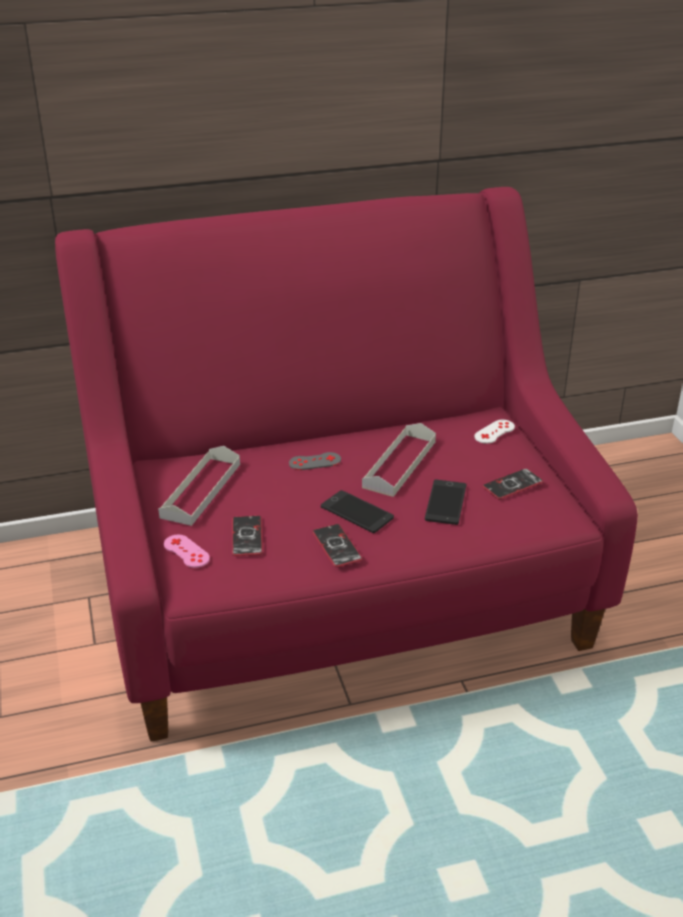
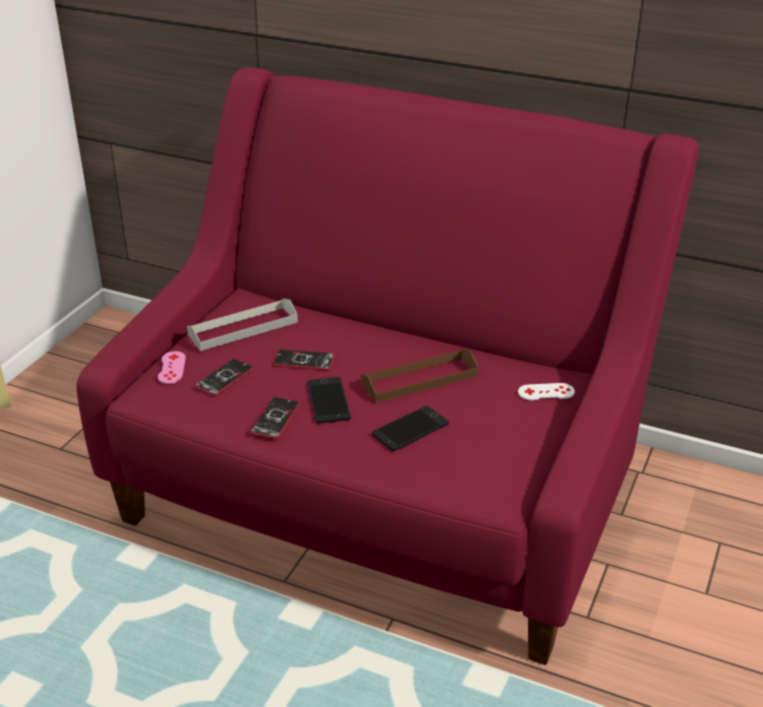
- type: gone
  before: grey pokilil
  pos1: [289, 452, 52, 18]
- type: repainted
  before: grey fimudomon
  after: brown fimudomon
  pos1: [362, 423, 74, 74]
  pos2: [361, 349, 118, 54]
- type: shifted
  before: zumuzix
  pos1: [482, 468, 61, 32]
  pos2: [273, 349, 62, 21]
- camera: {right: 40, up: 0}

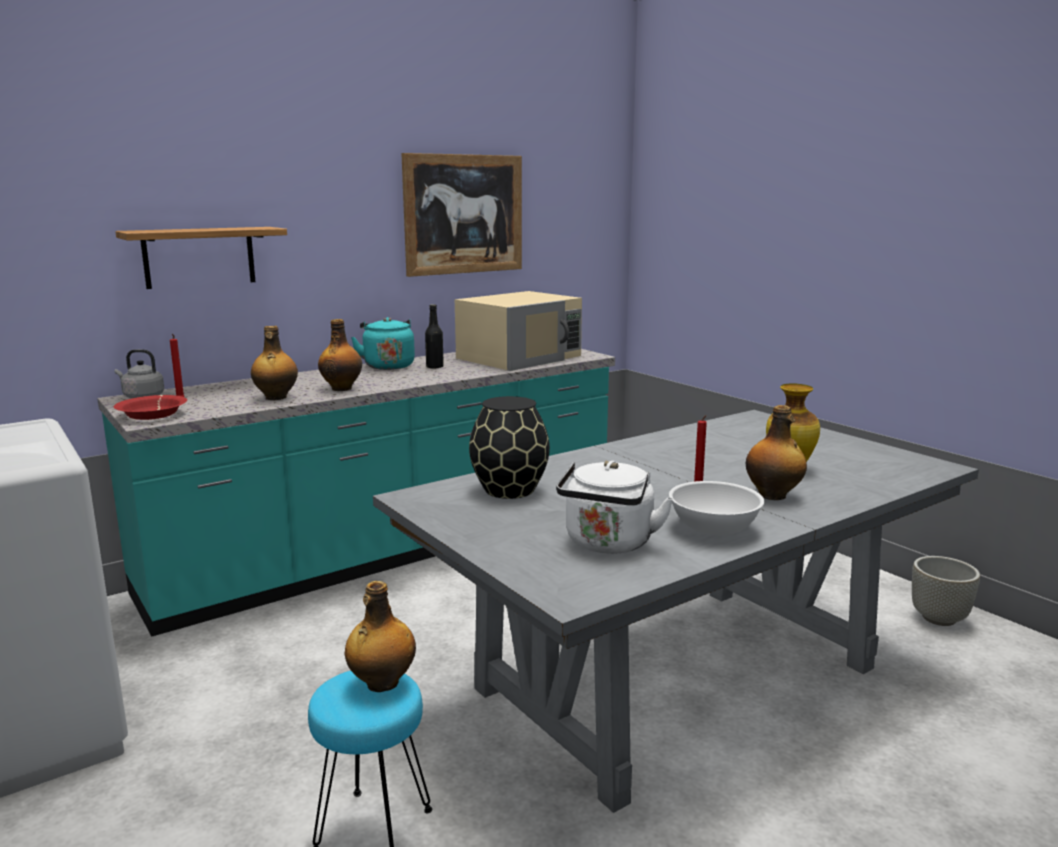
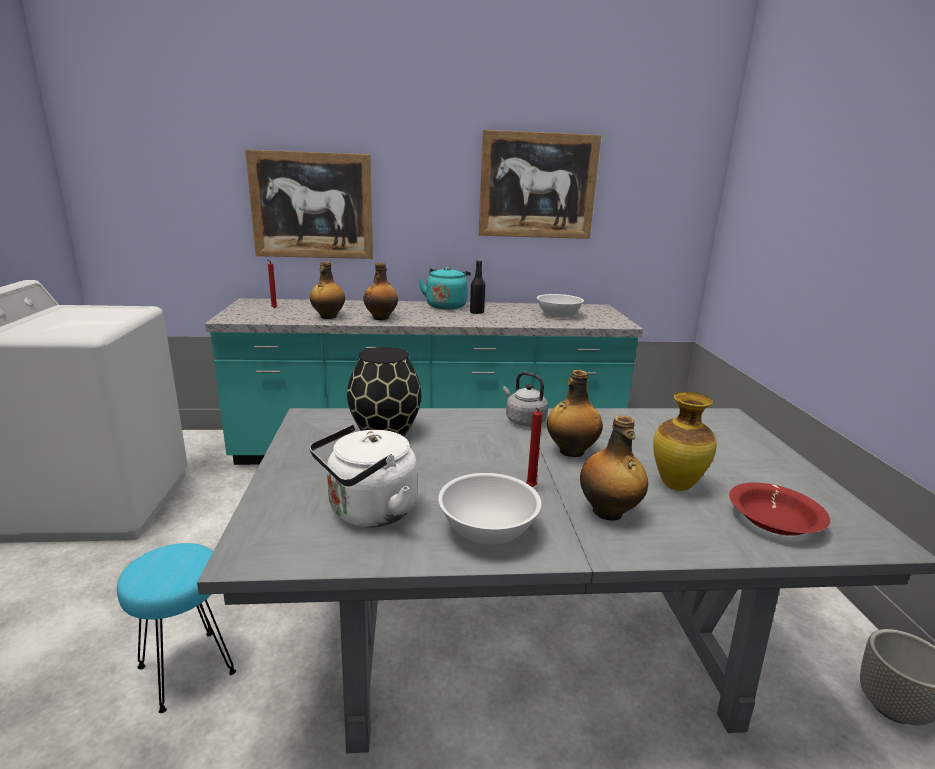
- type: shifted
  before: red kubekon
  pos1: [114, 395, 73, 25]
  pos2: [729, 482, 101, 54]
- type: swapped
  before: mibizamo
  after: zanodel
  pos1: [115, 227, 172, 62]
  pos2: [245, 149, 128, 110]
- type: shifted
  before: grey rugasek
  pos1: [115, 349, 49, 49]
  pos2: [503, 372, 45, 54]
- type: shifted
  before: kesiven
  pos1: [344, 581, 72, 111]
  pos2: [547, 370, 56, 87]
- type: swapped
  before: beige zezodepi
  after: white kubekon
  pos1: [455, 291, 127, 80]
  pos2: [537, 294, 47, 24]
- camera: {right: 30, up: 5}

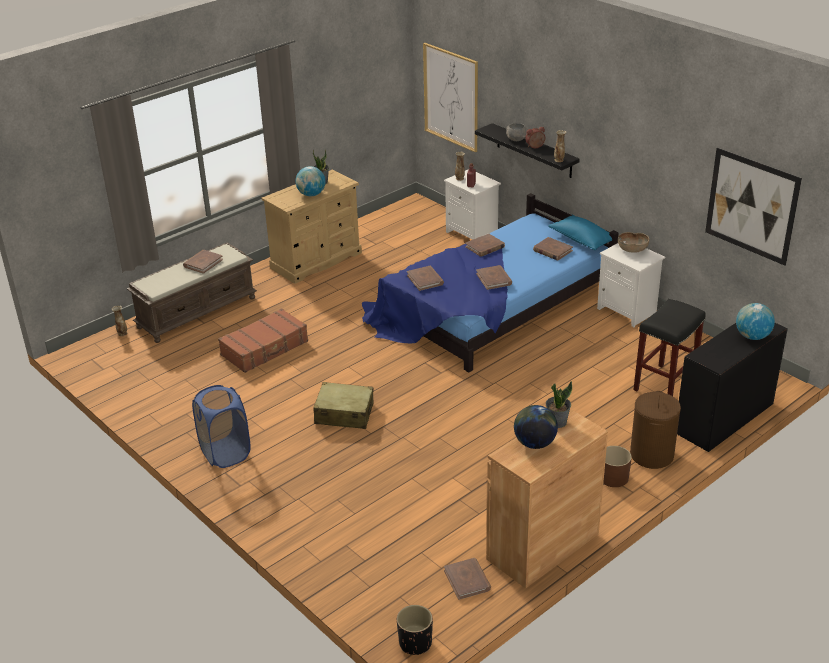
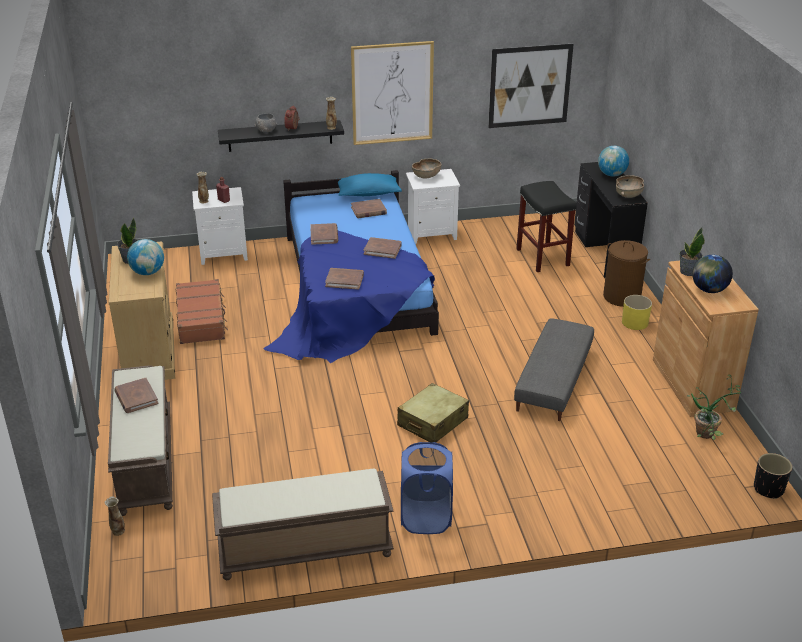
- type: shifted
  before: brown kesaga
  pos1: [218, 308, 90, 65]
  pos2: [176, 279, 52, 65]
- type: shifted
  before: zanodel
  pos1: [423, 43, 55, 109]
  pos2: [351, 41, 83, 104]
- type: swapped
  before: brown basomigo
  after: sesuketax
  pos1: [444, 558, 47, 42]
  pos2: [687, 374, 54, 66]
- type: repainted
  before: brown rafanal
  after: yellow rafanal
  pos1: [603, 446, 29, 41]
  pos2: [622, 295, 30, 35]
- type: new
  after: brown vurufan
  pos2: [212, 469, 182, 111]
- type: new
  after: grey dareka
  pos2: [514, 319, 80, 102]
- type: new
  after: brown kubekon
  pos2: [616, 175, 28, 23]
- camera: {right: -60, up: 0}

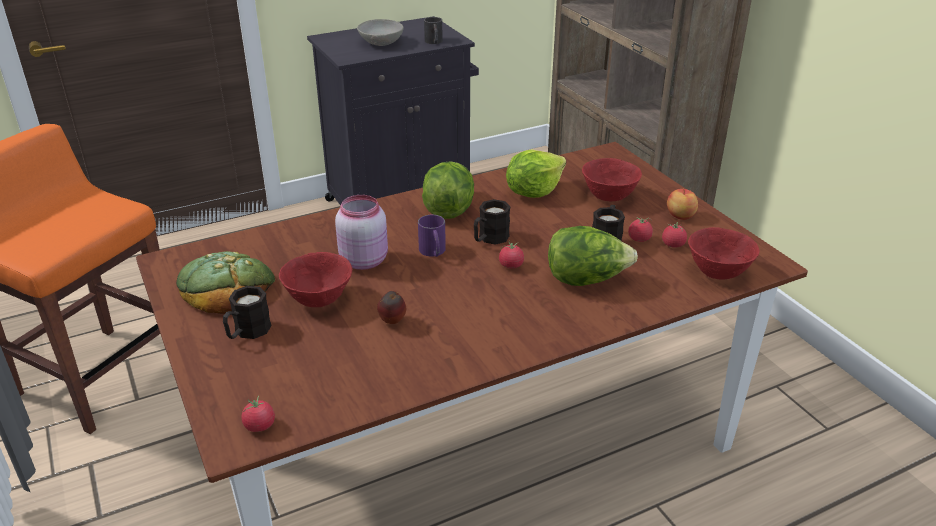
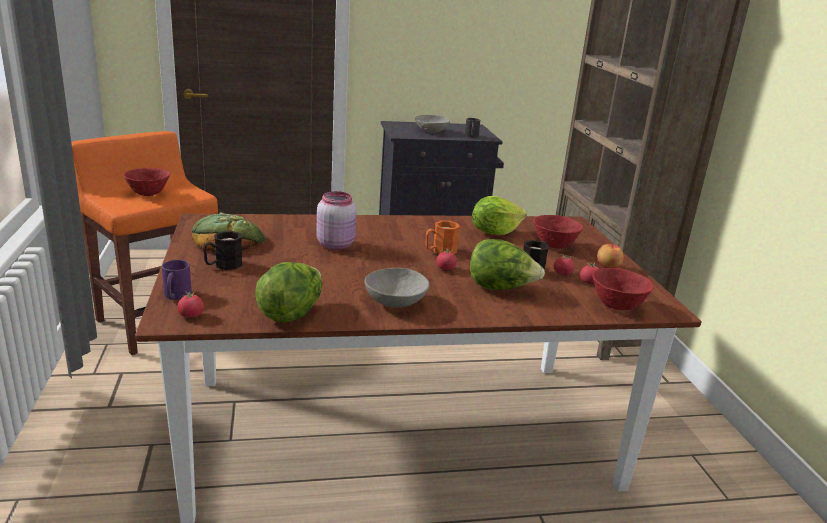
- type: shifted
  before: red kubekon
  pos1: [279, 252, 73, 55]
  pos2: [124, 168, 46, 28]
- type: gone
  before: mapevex
  pos1: [377, 291, 29, 33]
- type: shifted
  before: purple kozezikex
  pos1: [418, 215, 28, 42]
  pos2: [162, 260, 30, 40]
- type: shifted
  before: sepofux
  pos1: [422, 161, 52, 58]
  pos2: [255, 262, 67, 61]
- type: repainted
  before: black kozezikex
  after: orange kozezikex
  pos1: [474, 199, 36, 46]
  pos2: [426, 221, 34, 33]
- type: new
  after: grey kubekon
  pos2: [365, 268, 64, 40]
- camera: {right: 15, up: -10}

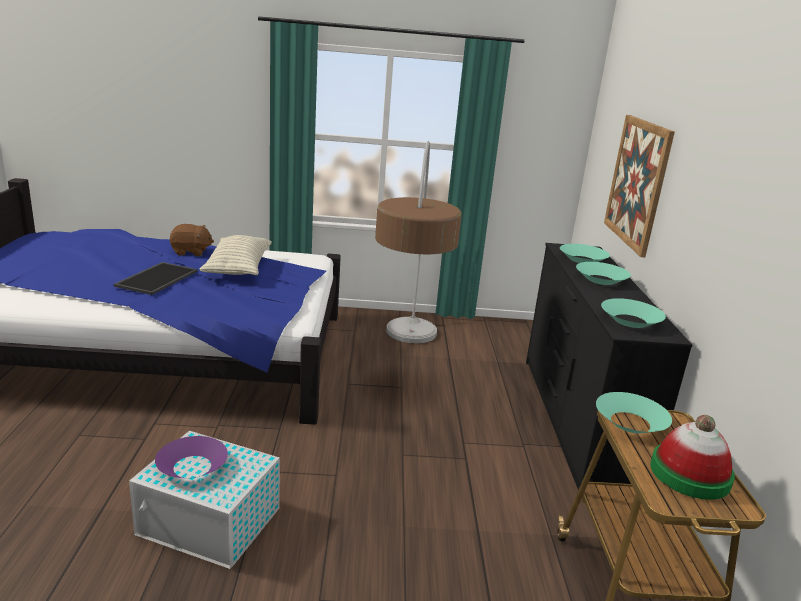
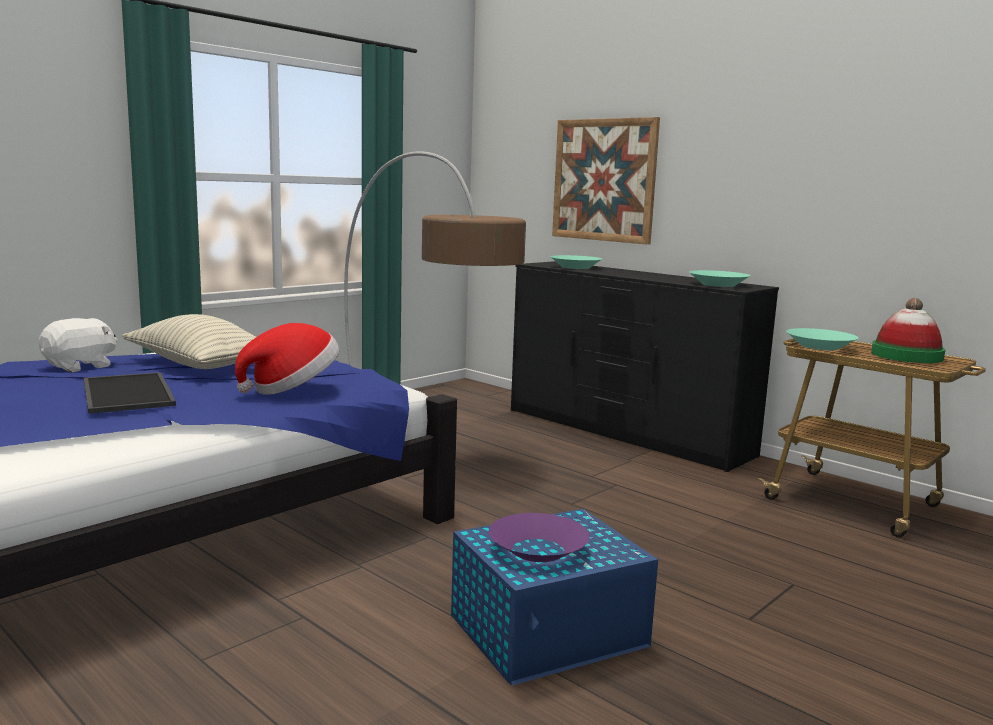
- type: repainted
  before: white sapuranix
  after: blue sapuranix
  pos1: [129, 431, 151, 138]
  pos2: [451, 509, 207, 177]
- type: repainted
  before: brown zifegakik
  after: white zifegakik
  pos1: [170, 224, 44, 32]
  pos2: [39, 318, 79, 54]
- type: gone
  before: turquoise kubekon
  pos1: [576, 262, 55, 23]
- type: new
  after: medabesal
  pos2: [235, 323, 104, 72]
- camera: {right: -45, up: -10}

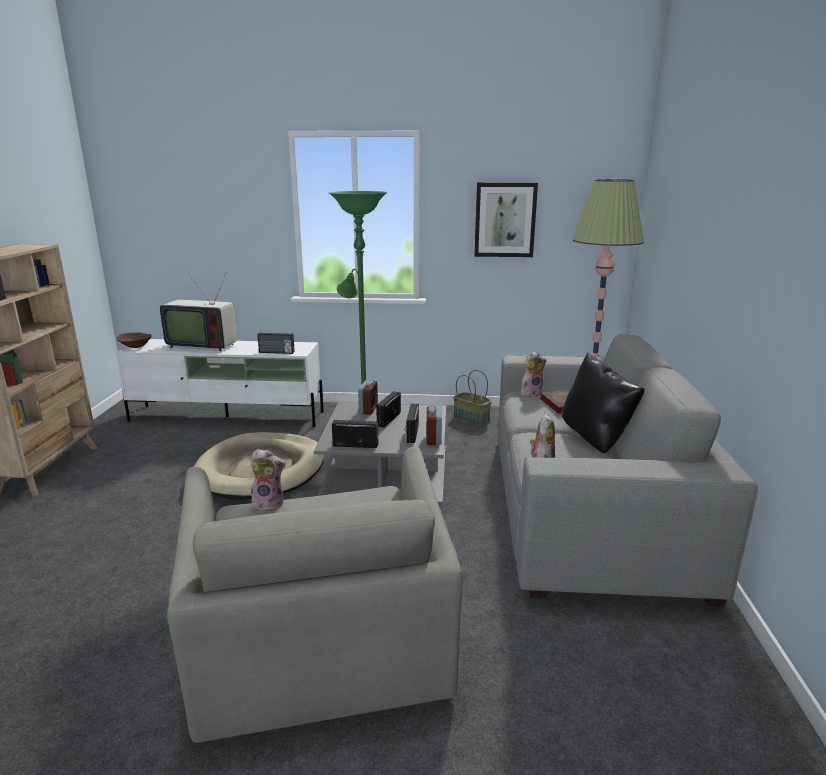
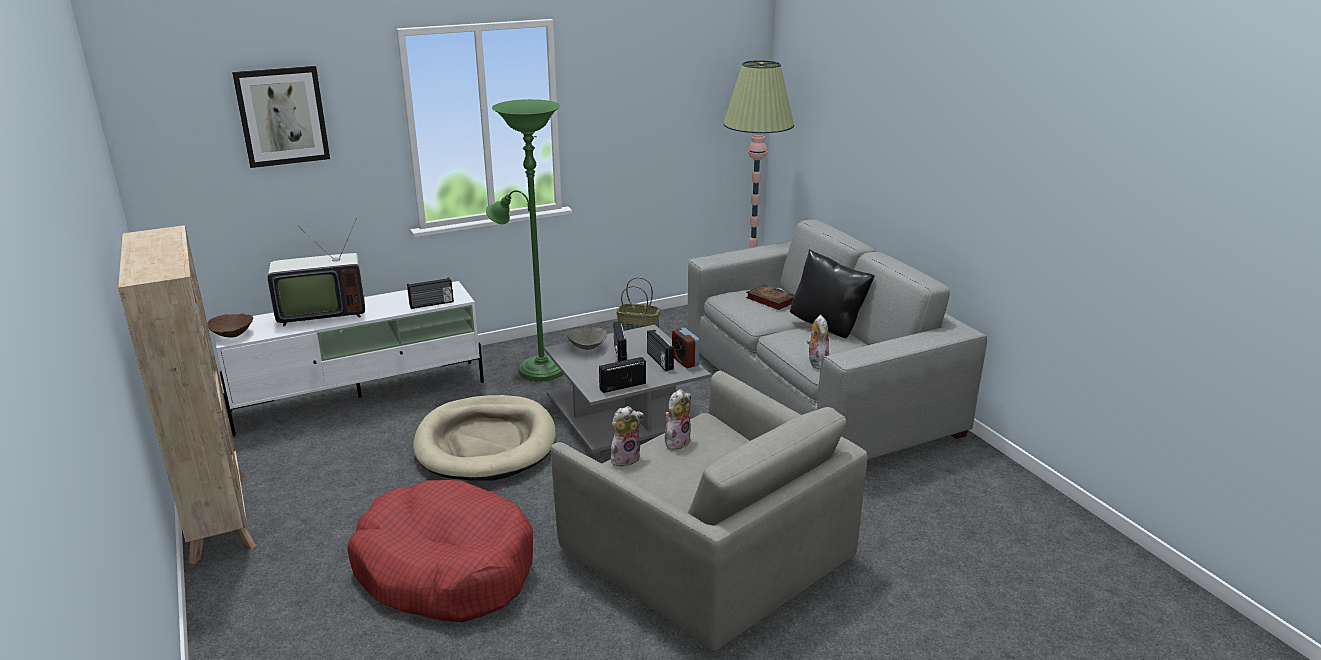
- type: swapped
  before: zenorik
  after: grey kubekon
  pos1: [358, 380, 20, 35]
  pos2: [567, 327, 40, 23]
- type: shifted
  before: zanodel
  pos1: [474, 182, 64, 75]
  pos2: [232, 66, 98, 102]
- type: shifted
  before: zifegakik
  pos1: [521, 352, 26, 45]
  pos2: [665, 389, 26, 61]
- type: new
  after: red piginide
  pos2: [347, 480, 186, 142]
- camera: {right: -30, up: 5}

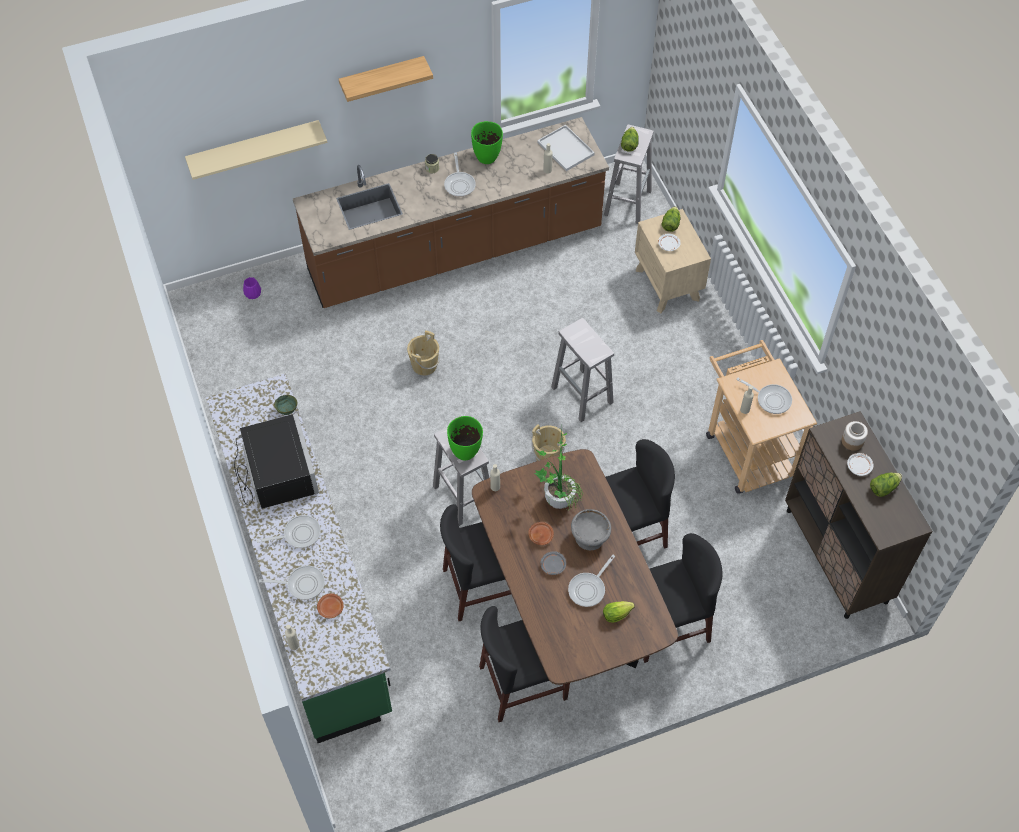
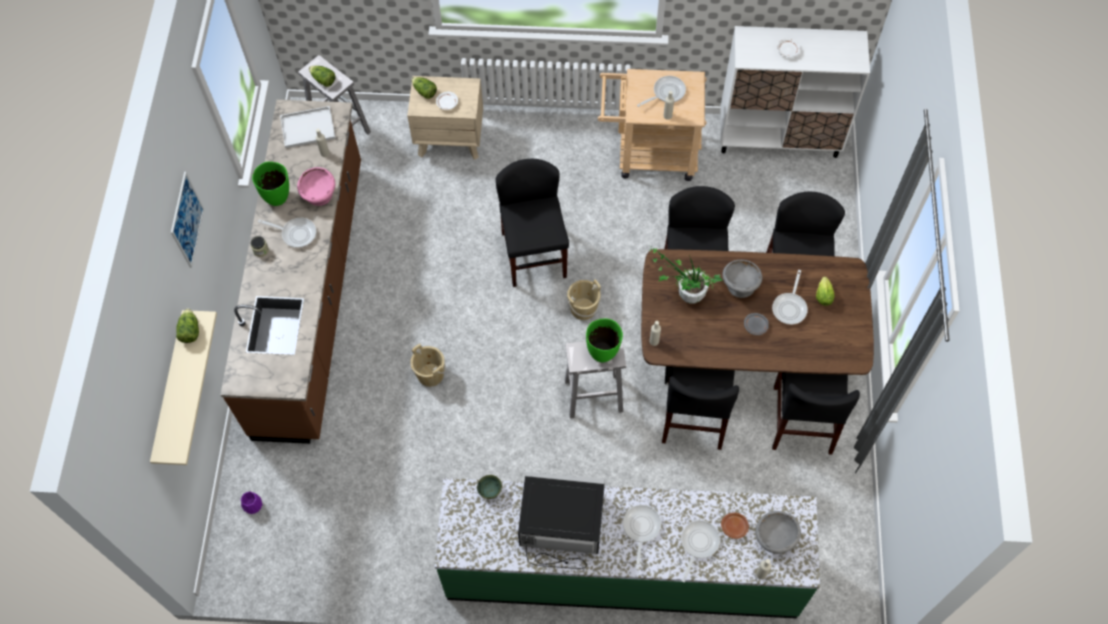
- type: swapped
  before: mibizamo
  after: zanodel
  pos1: [339, 56, 94, 46]
  pos2: [171, 172, 33, 96]
- type: gone
  before: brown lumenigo
  pos1: [528, 522, 26, 23]
- type: swapped
  before: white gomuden
  after: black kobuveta
  pos1: [551, 318, 63, 104]
  pos2: [496, 159, 73, 128]
- type: rotated
  before: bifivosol
  pos1: [568, 555, 47, 52]
  pos2: [772, 270, 36, 55]
  turn: 45
- type: repainted
  before: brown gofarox
  after: white gofarox
  pos1: [785, 411, 147, 208]
  pos2: [720, 26, 150, 132]
- type: gone
  before: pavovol
  pos1: [842, 421, 26, 30]
- type: shifted
  before: sepofux
  pos1: [870, 473, 32, 24]
  pos2: [176, 308, 23, 35]
- type: new
  after: pink kubekon
  pos2: [297, 167, 38, 39]
- type: new
  after: grey kubekon
  pos2: [755, 511, 46, 43]
- camera: {right: -65, up: 5}

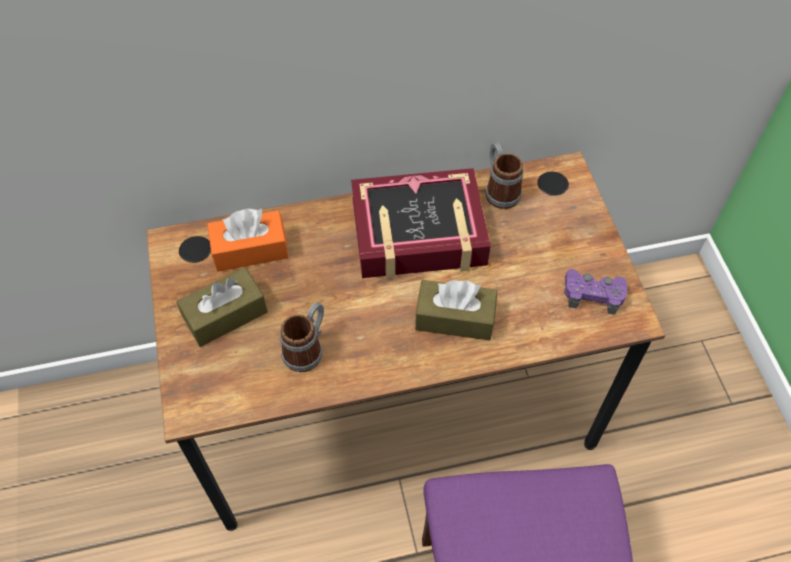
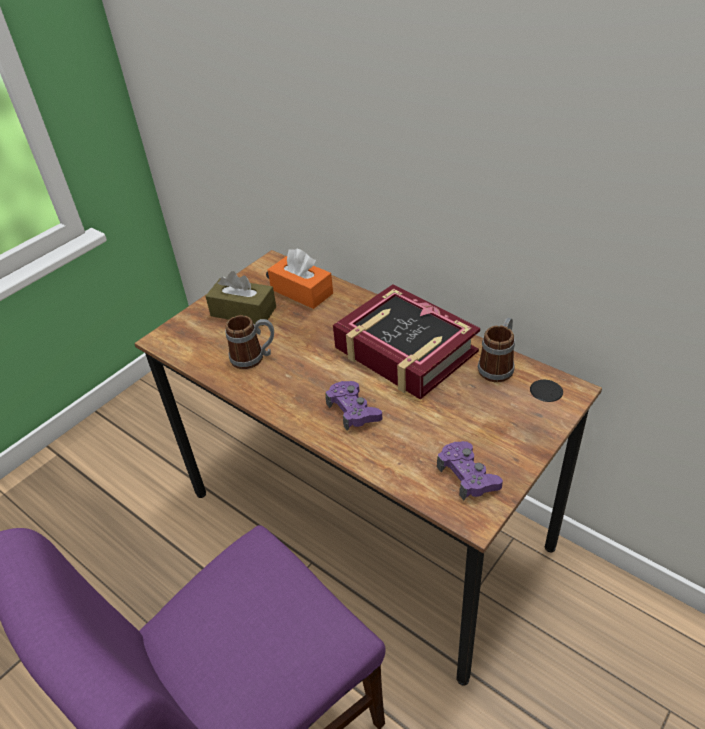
- type: swapped
  before: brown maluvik
  after: purple pokilil
  pos1: [415, 280, 82, 61]
  pos2: [325, 381, 57, 50]
- camera: {right: 55, up: -15}

